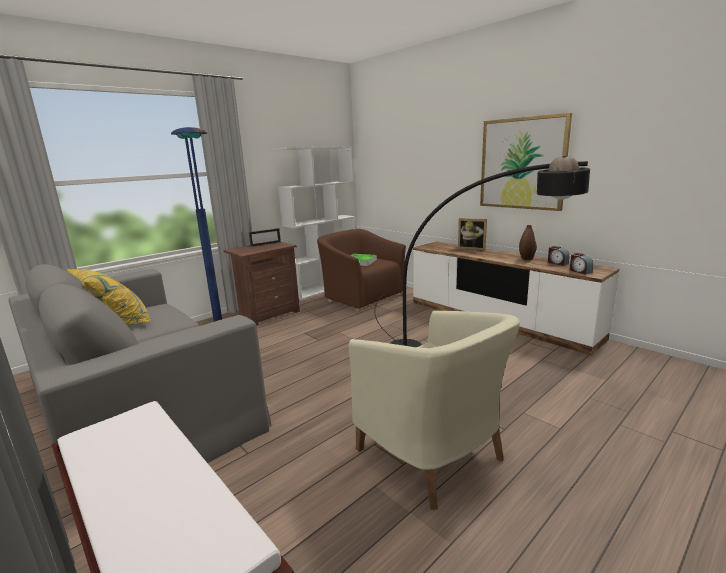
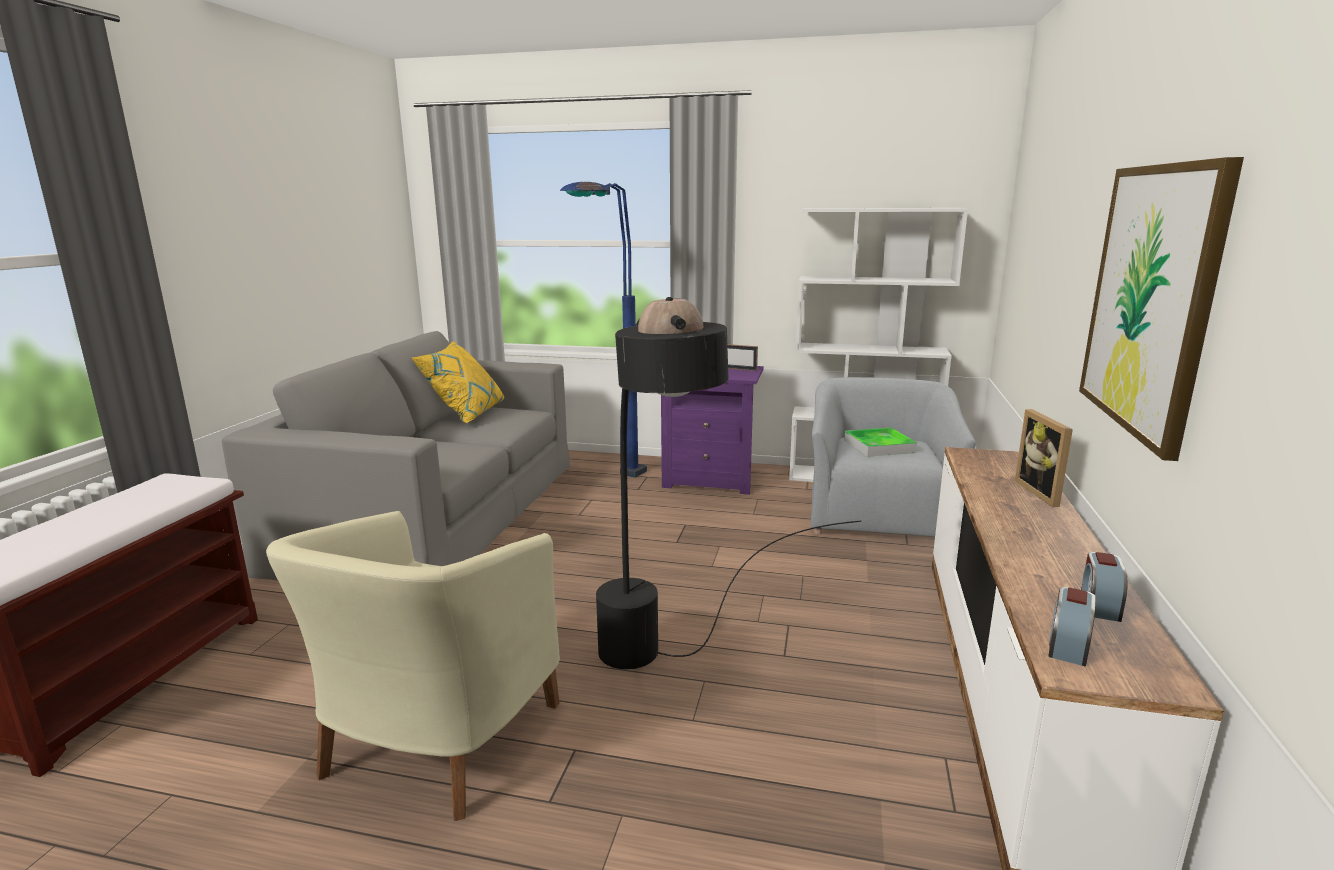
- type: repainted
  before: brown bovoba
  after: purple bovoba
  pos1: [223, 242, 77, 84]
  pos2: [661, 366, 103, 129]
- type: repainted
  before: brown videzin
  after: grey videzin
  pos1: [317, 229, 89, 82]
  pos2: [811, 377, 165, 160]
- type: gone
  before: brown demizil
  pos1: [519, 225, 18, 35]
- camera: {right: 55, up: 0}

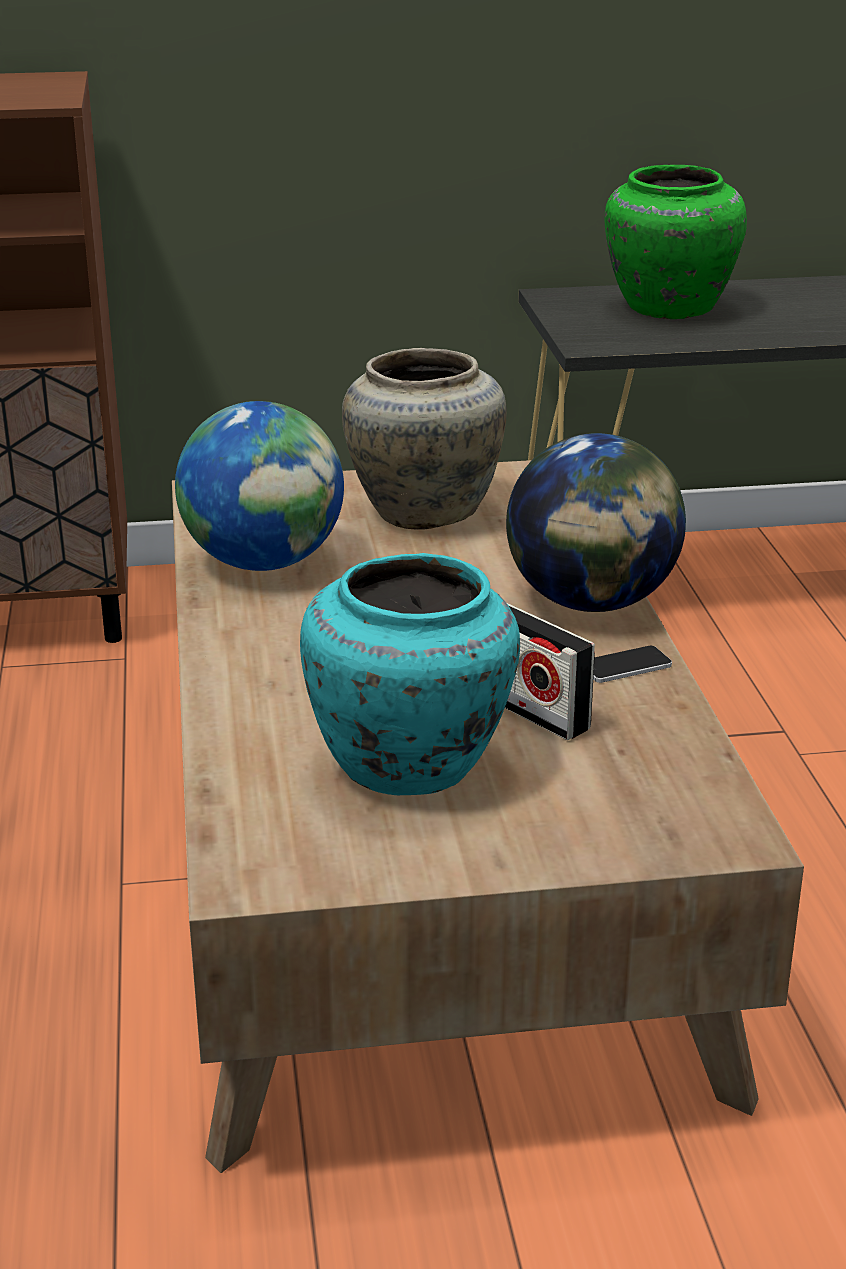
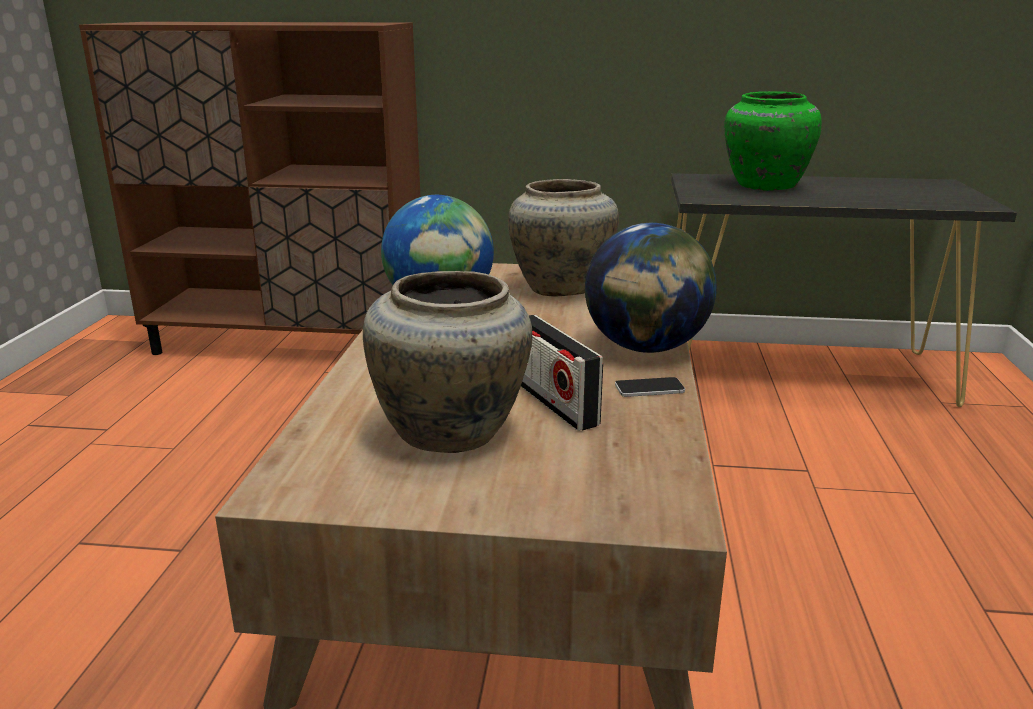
- type: repainted
  before: turquoise demizil
  after: beige demizil
  pos1: [300, 553, 220, 242]
  pos2: [363, 271, 169, 182]
- camera: {right: 15, up: -5}

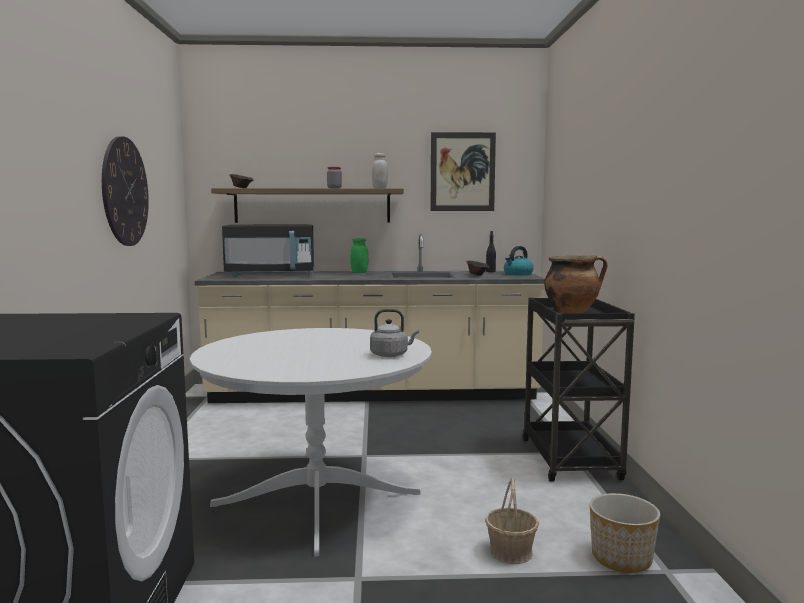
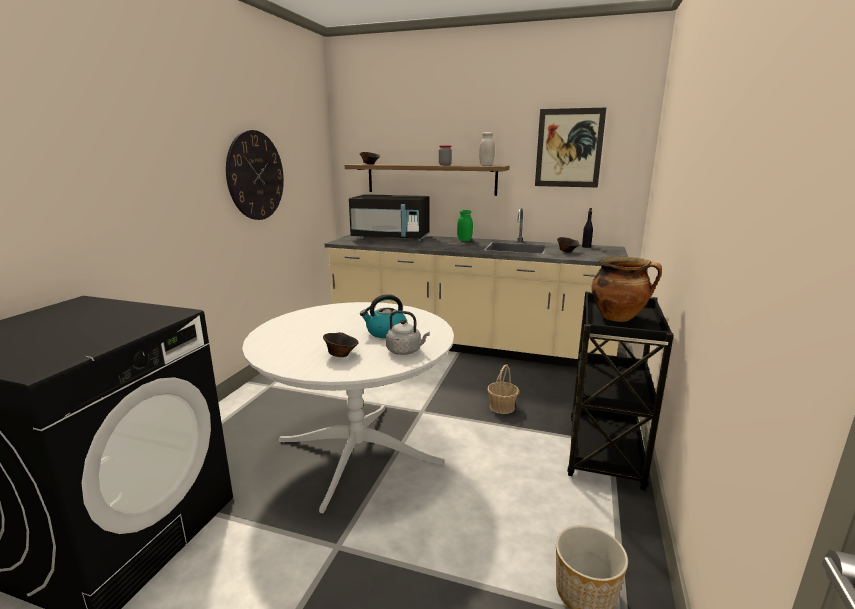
- type: shifted
  before: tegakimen
  pos1: [485, 477, 54, 87]
  pos2: [487, 364, 32, 50]
- type: shifted
  before: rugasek
  pos1: [504, 246, 30, 29]
  pos2: [360, 294, 47, 44]
- type: new
  after: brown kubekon
  pos2: [323, 332, 36, 25]
- camera: {right: 20, up: 10}

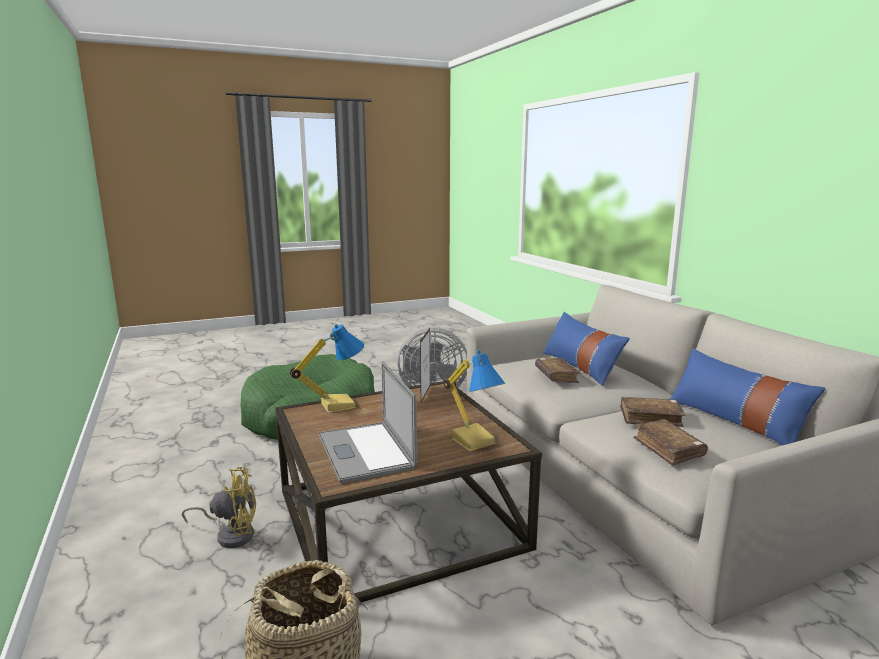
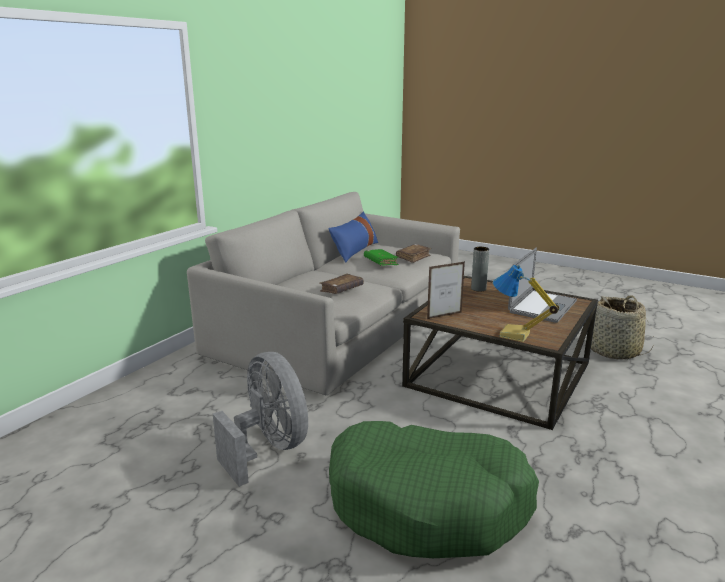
- type: gone
  before: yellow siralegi
  pos1: [182, 467, 74, 81]
- type: swapped
  before: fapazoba
  after: grey demizil
  pos1: [444, 350, 61, 101]
  pos2: [471, 247, 18, 45]
- type: gone
  before: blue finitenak
  pos1: [543, 312, 87, 74]
- type: repainted
  before: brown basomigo
  after: green basomigo
  pos1: [620, 397, 66, 30]
  pos2: [364, 249, 35, 17]
- camera: {right: -125, up: 5}

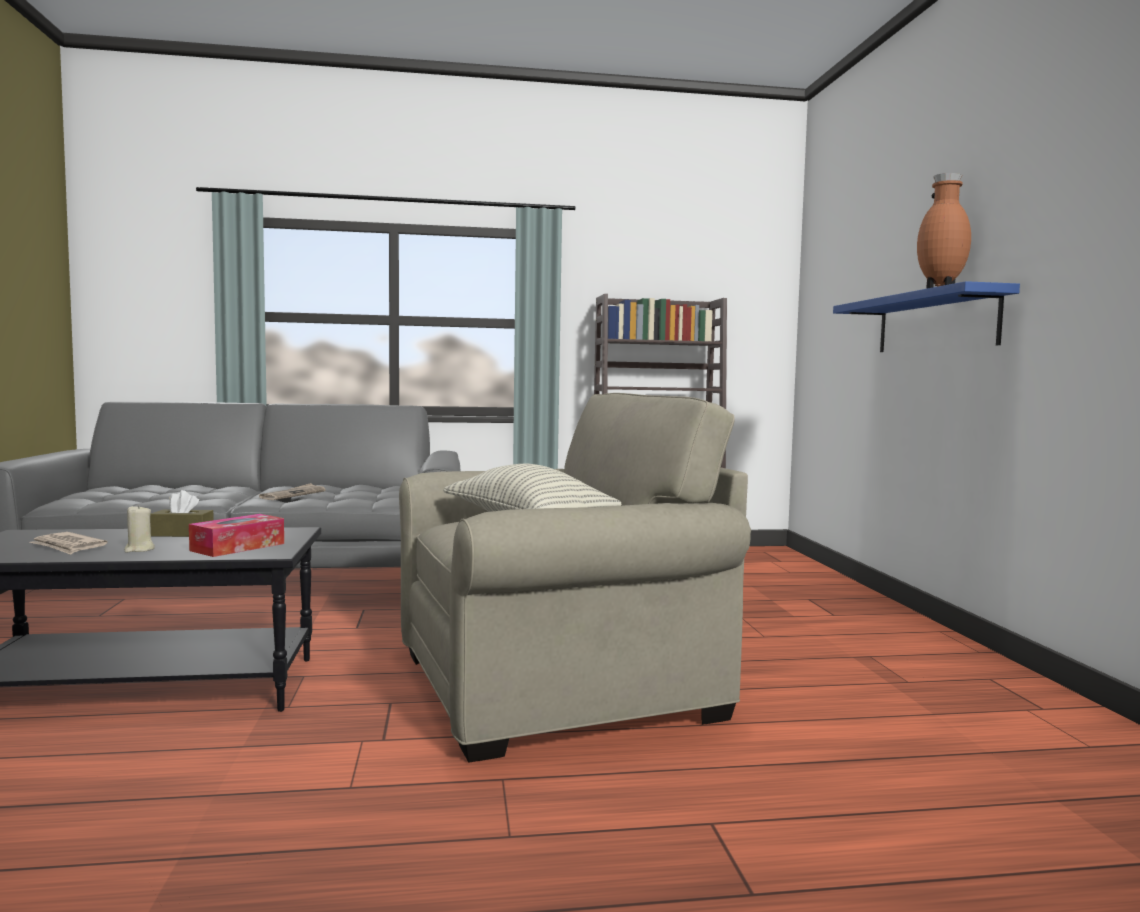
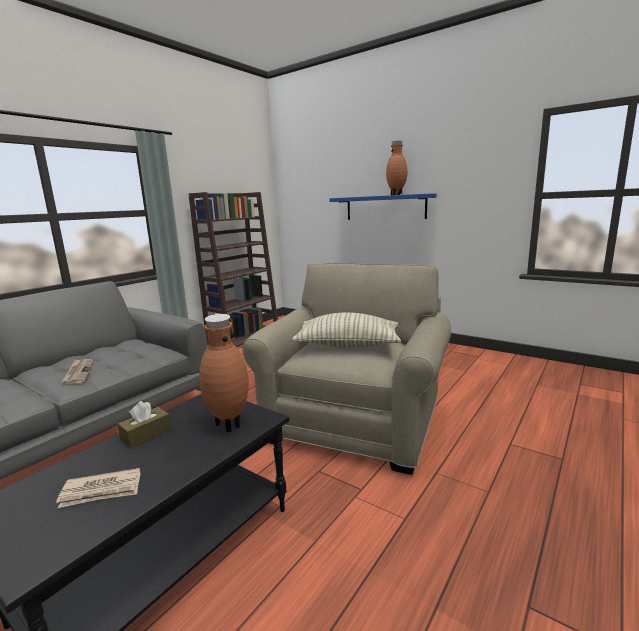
- type: gone
  before: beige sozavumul
  pos1: [124, 504, 31, 48]
- type: swapped
  before: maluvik
  after: brown demizil
  pos1: [189, 514, 95, 43]
  pos2: [199, 314, 50, 118]
- camera: {right: -45, up: 10}

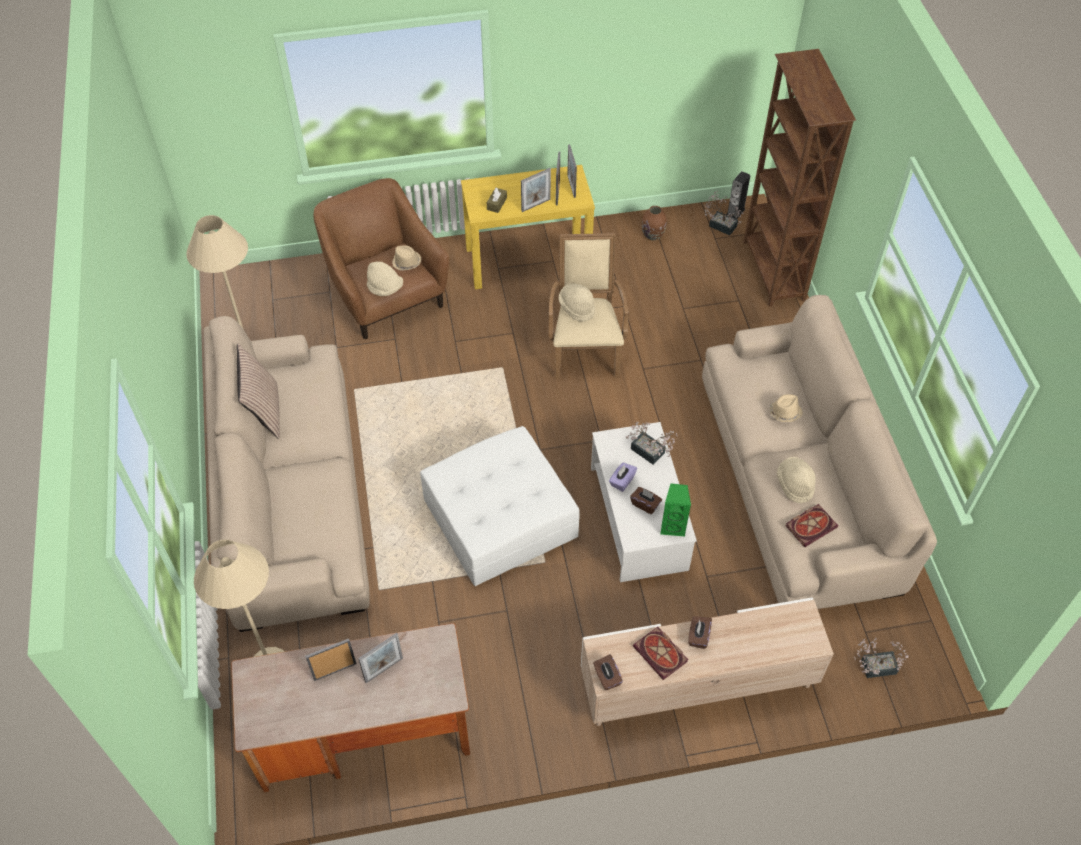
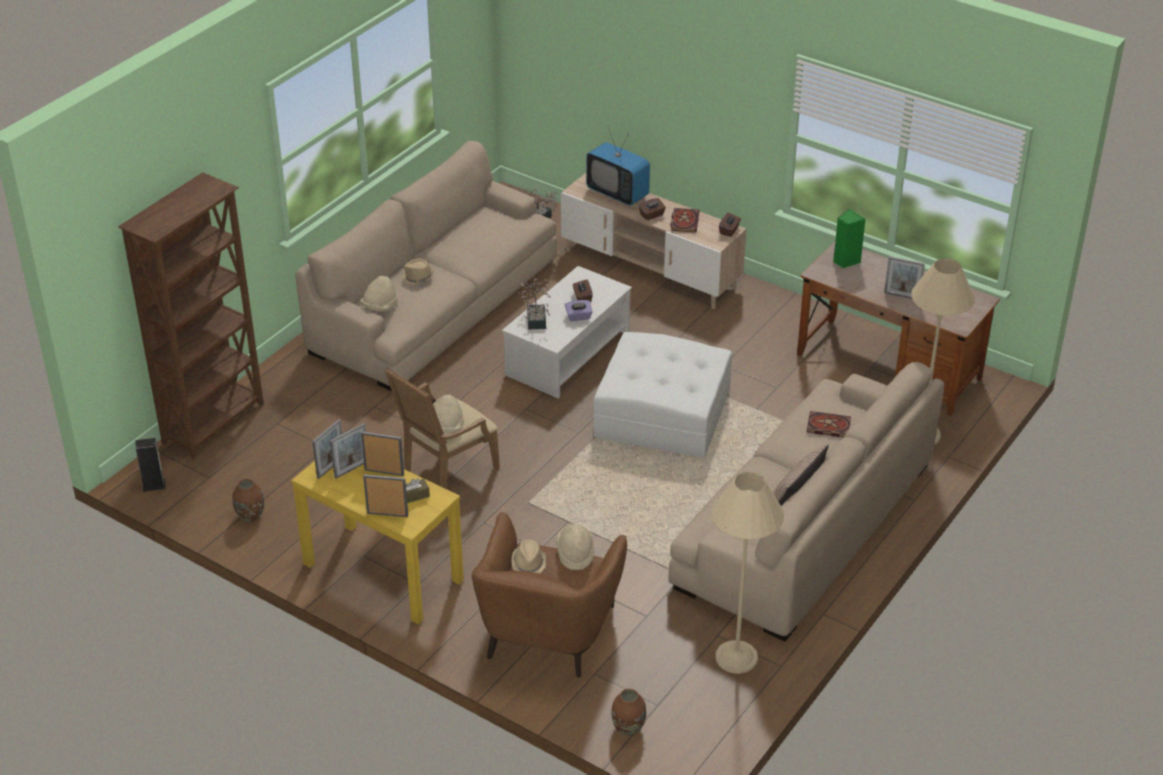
- type: shifted
  before: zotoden
  pos1: [358, 633, 45, 50]
  pos2: [363, 474, 45, 43]
- type: shifted
  before: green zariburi
  pos1: [660, 483, 31, 54]
  pos2: [833, 209, 33, 60]
- type: gone
  before: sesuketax
  pos1: [704, 191, 40, 45]
- type: shifted
  before: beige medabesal
  pos1: [777, 457, 39, 46]
  pos2: [360, 276, 38, 35]
- type: shifted
  before: basomigo
  pos1: [785, 504, 53, 43]
  pos2: [807, 411, 44, 26]
- type: new
  after: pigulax
  pos2: [586, 125, 64, 81]
- type: new
  after: brown demizil
  pos2: [611, 689, 35, 47]
- camera: {right: -135, up: -15}

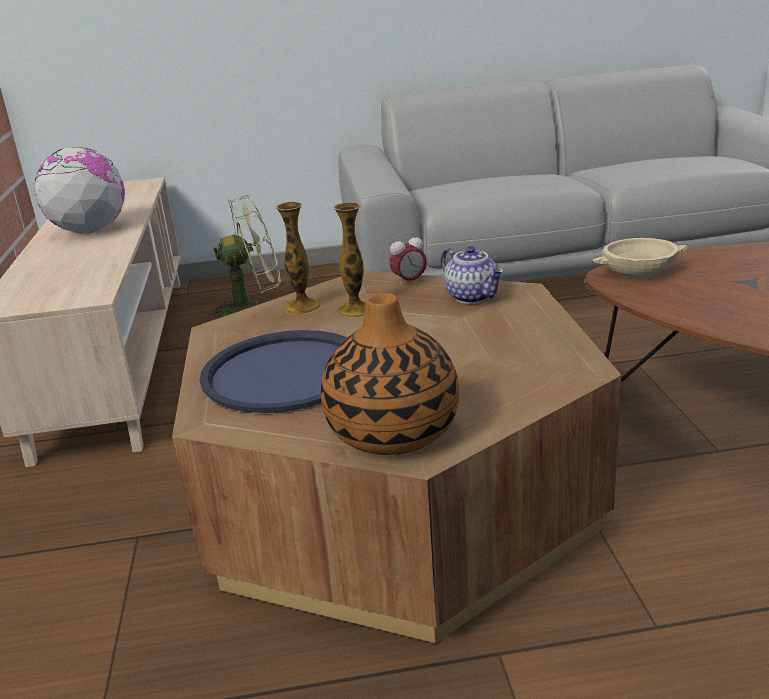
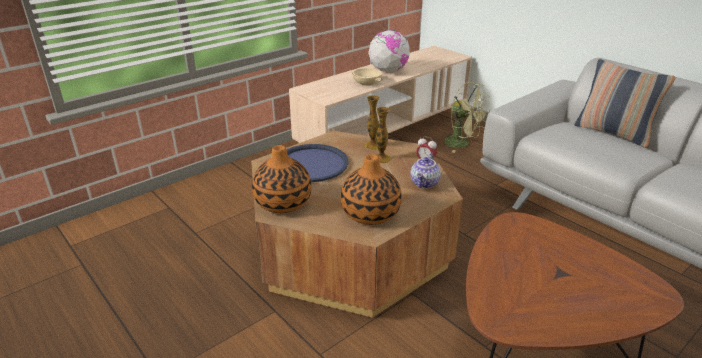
- type: shifted
  before: beige kubekon
  pos1: [592, 238, 97, 40]
  pos2: [352, 68, 30, 17]
- type: new
  after: demizil
  pos2: [341, 154, 61, 71]
- type: new
  after: finitenak
  pos2: [575, 59, 101, 89]
- camera: {right: 55, up: 5}

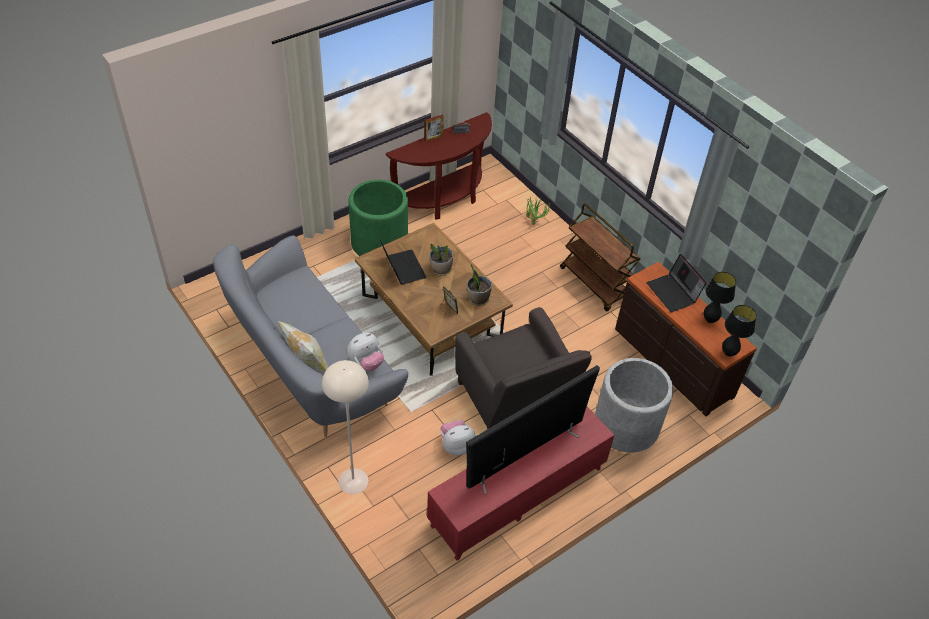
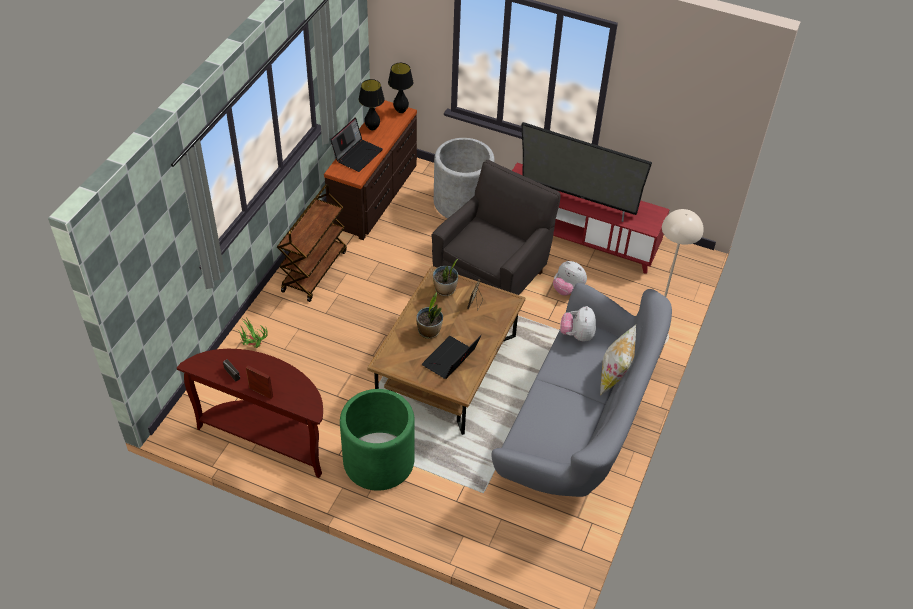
- type: rotated
  before: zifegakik
  pos1: [347, 333, 37, 38]
  pos2: [560, 306, 36, 36]
  turn: -105
- camera: {right: -120, up: 0}

